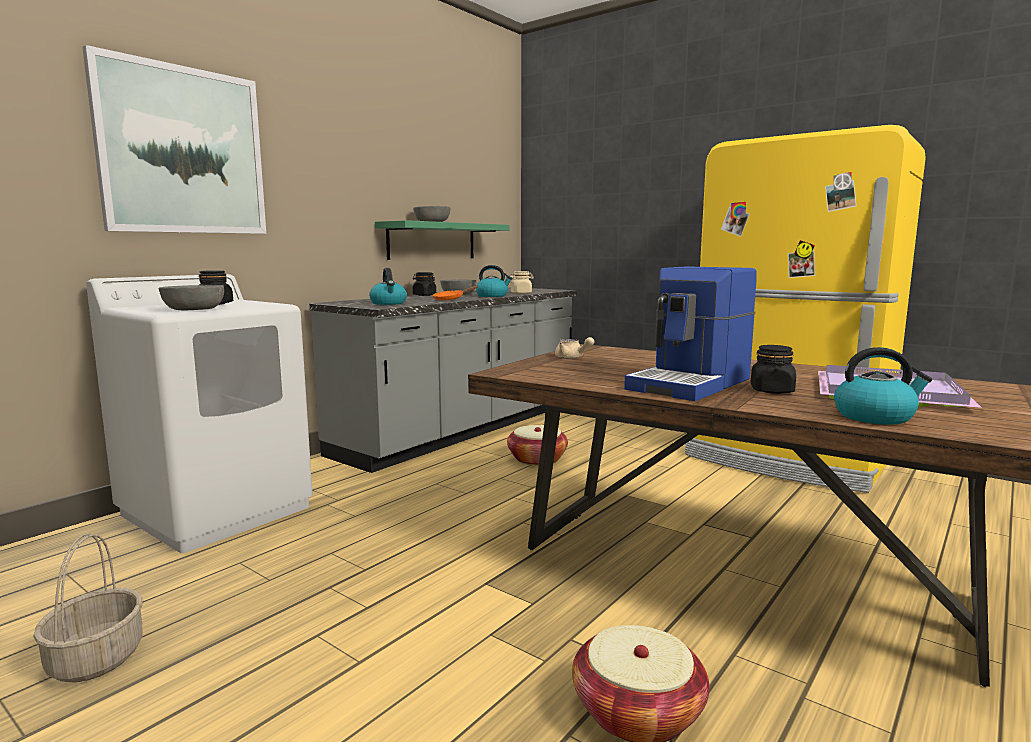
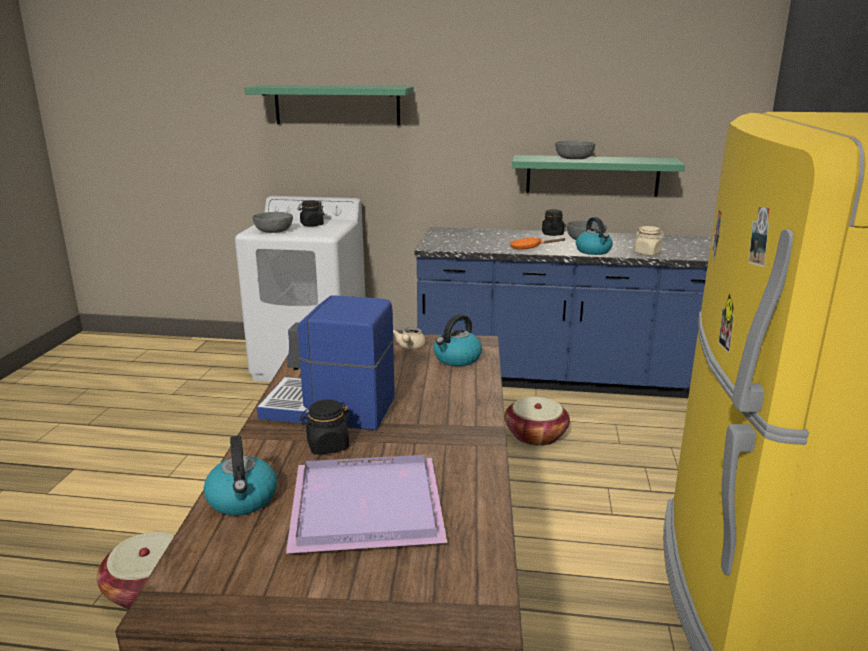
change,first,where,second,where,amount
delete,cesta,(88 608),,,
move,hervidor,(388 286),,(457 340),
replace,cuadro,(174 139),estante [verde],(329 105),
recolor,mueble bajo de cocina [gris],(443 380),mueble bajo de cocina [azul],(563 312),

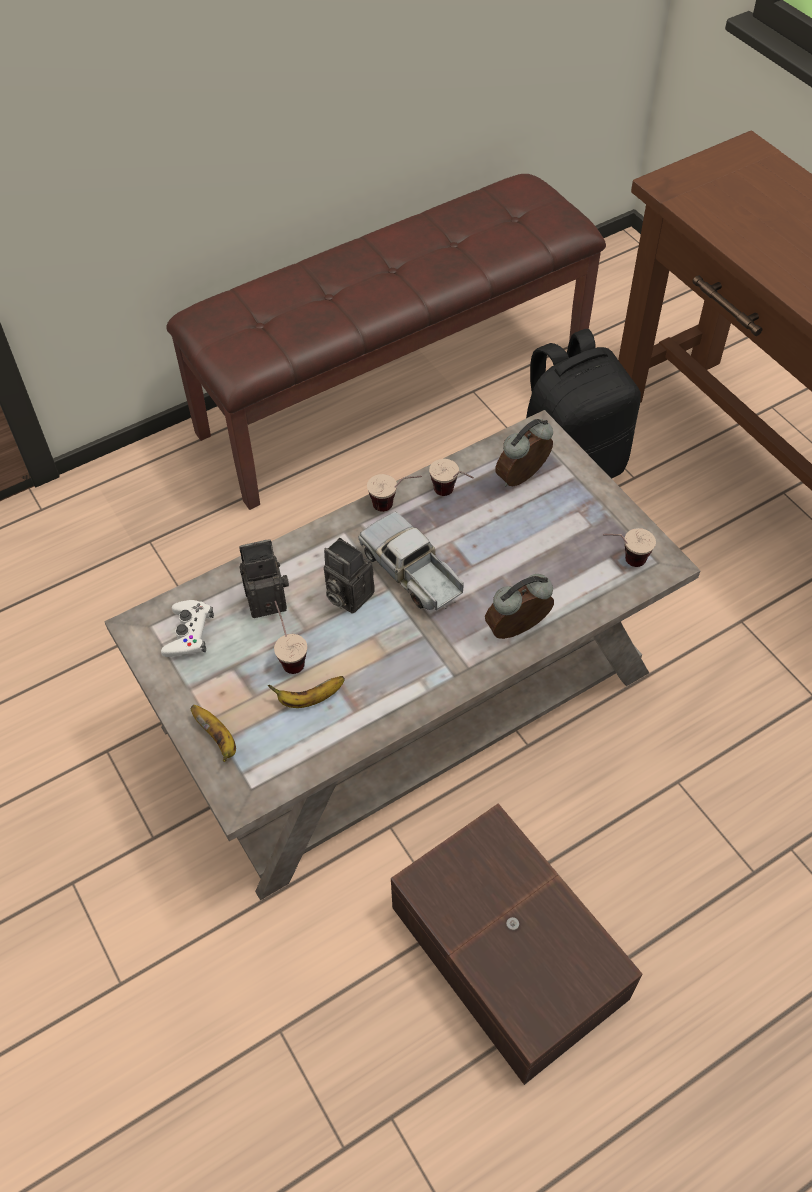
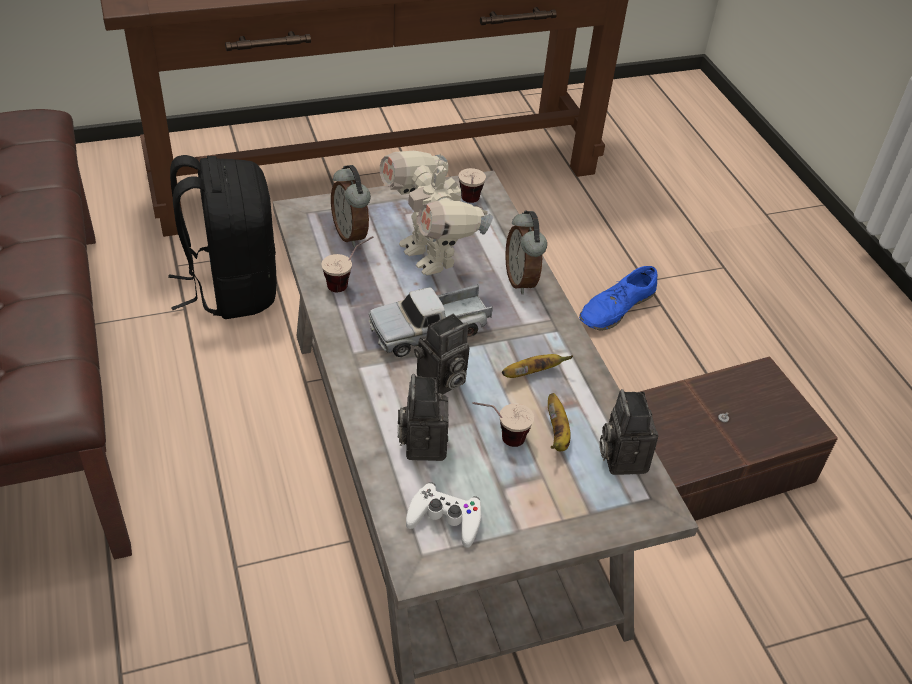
change,first,where,second,where,amount
delete,taza,(394 493),,,
insert,,,robot de juguete,(436 213),
insert,,,zapato [azul],(618 298),
insert,,,cámara,(628 432),
move,plátano,(213 733),,(537 366),

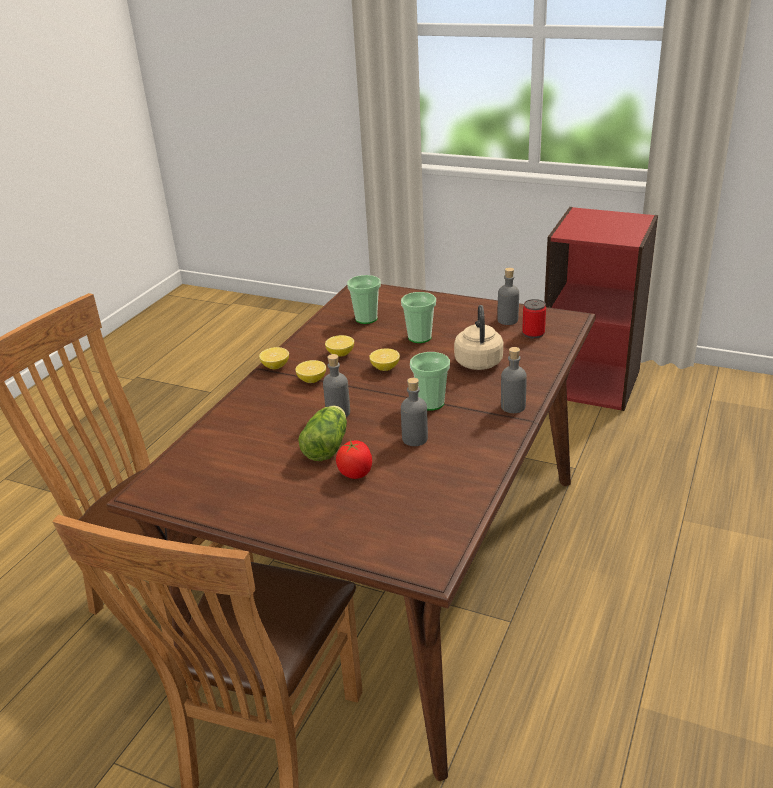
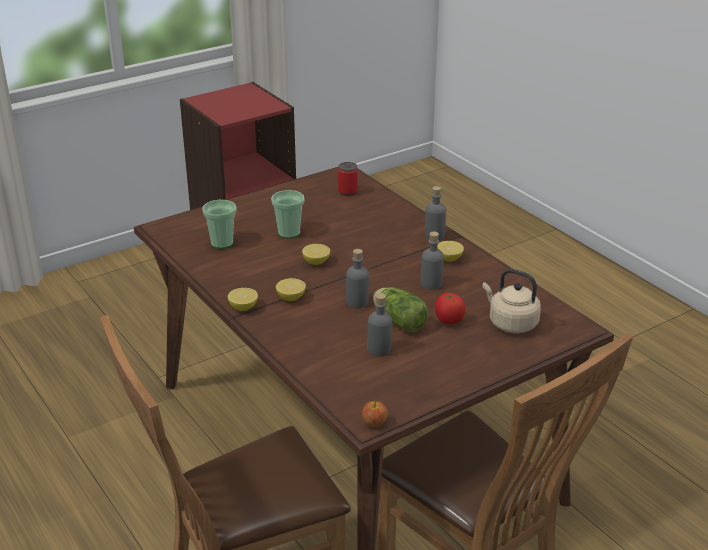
change,first,where,second,where,amount
delete,taza,(430 381),,,
insert,,,manzana,(375 413),
move,limón,(339 346),,(450 251),
move,hervidor [beis],(478 337),,(511 301),
move,botella [gris],(508 296),,(380 325),

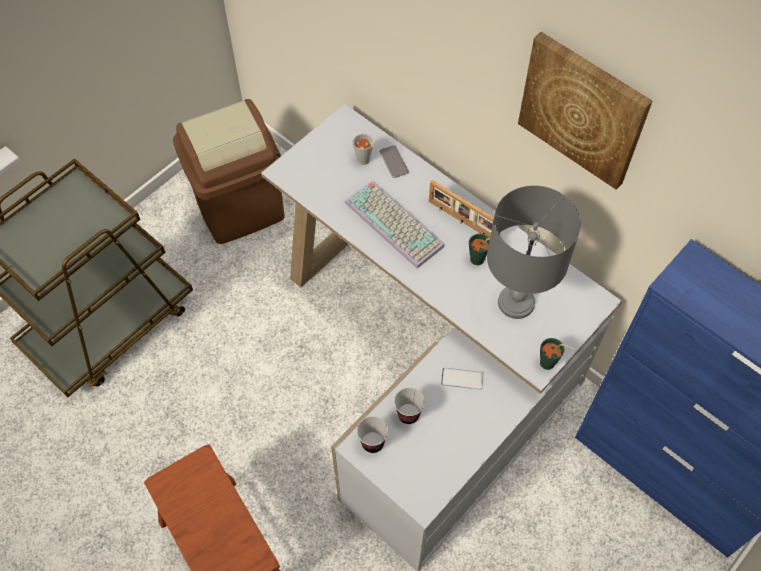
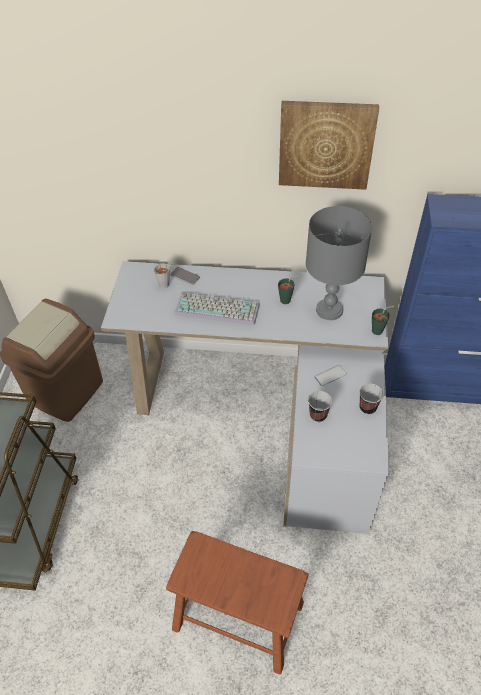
change,first,where,second,where,amount
delete,portarretratos,(465 209),,,
move,taza,(372 434),,(371 399),

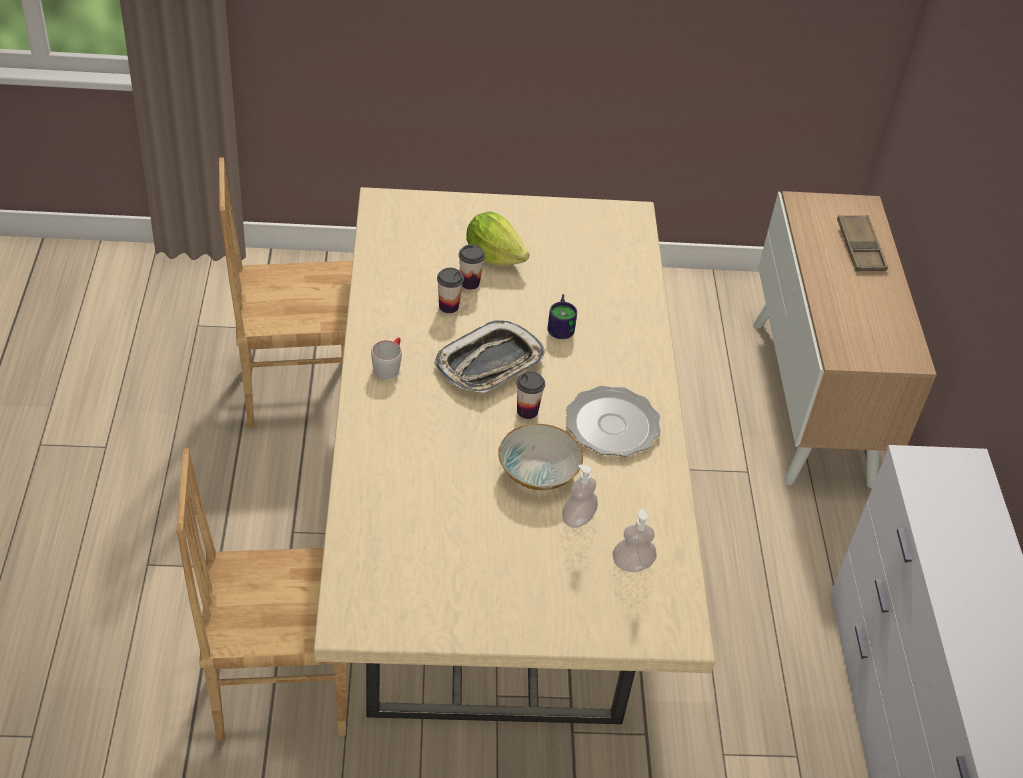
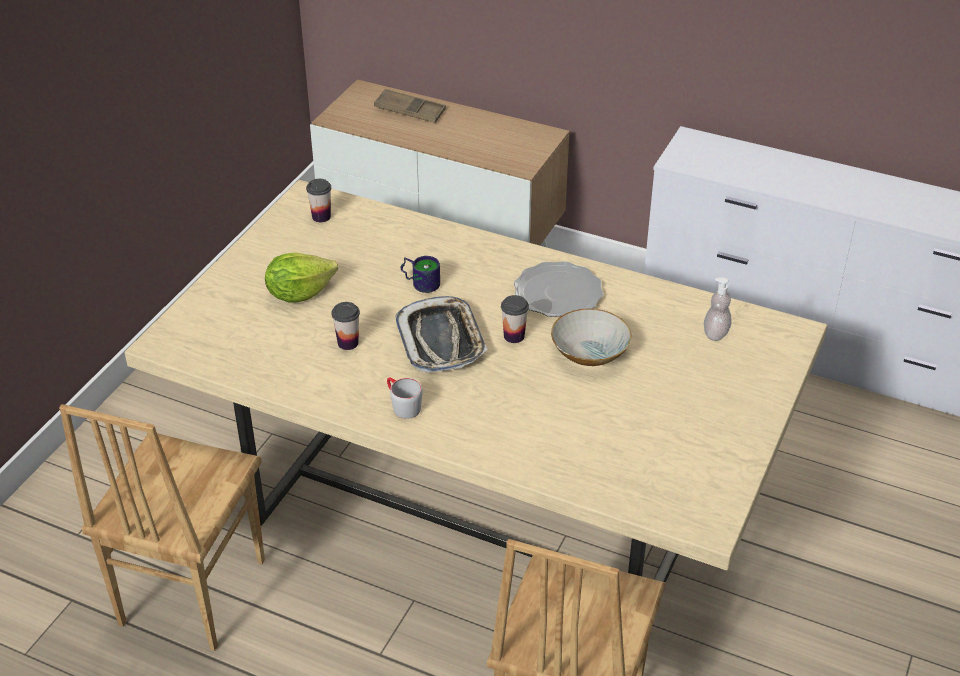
change,first,where,second,where,amount
delete,dispensador de jabón,(580 496),,,
move,taza,(472 267),,(318 200),

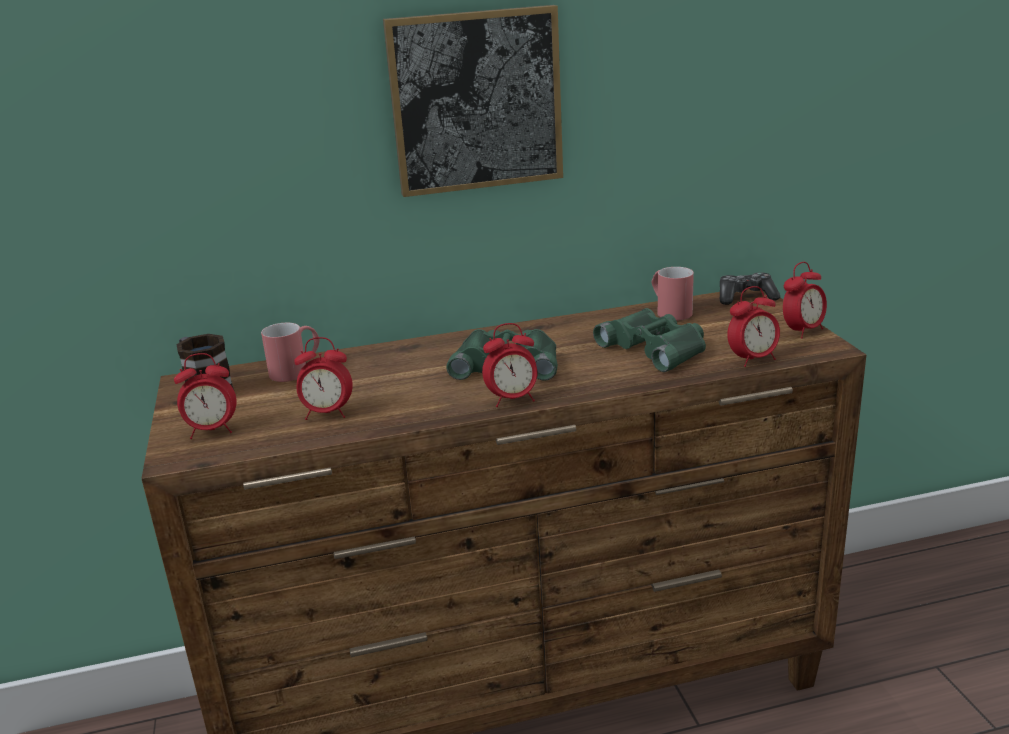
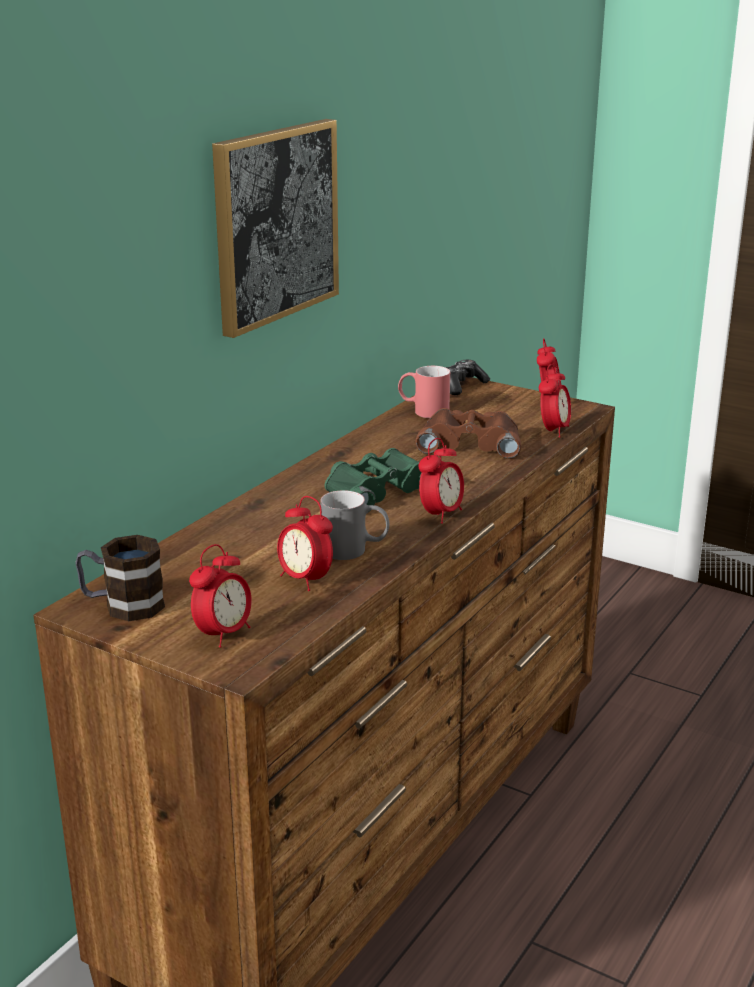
change,first,where,second,where,amount
delete,taza grande [rojo],(290 352),,,
insert,,,taza grande [gris],(354 525),
recolor,prismáticos [verde],(649 340),prismáticos [marrón],(468 433),
rotate,despertador,(323 378),,(305 543),90 degrees clockwise

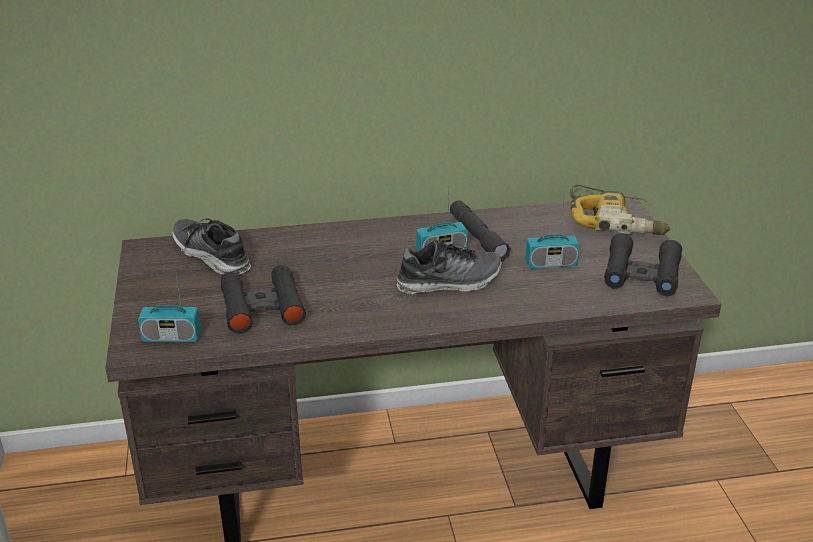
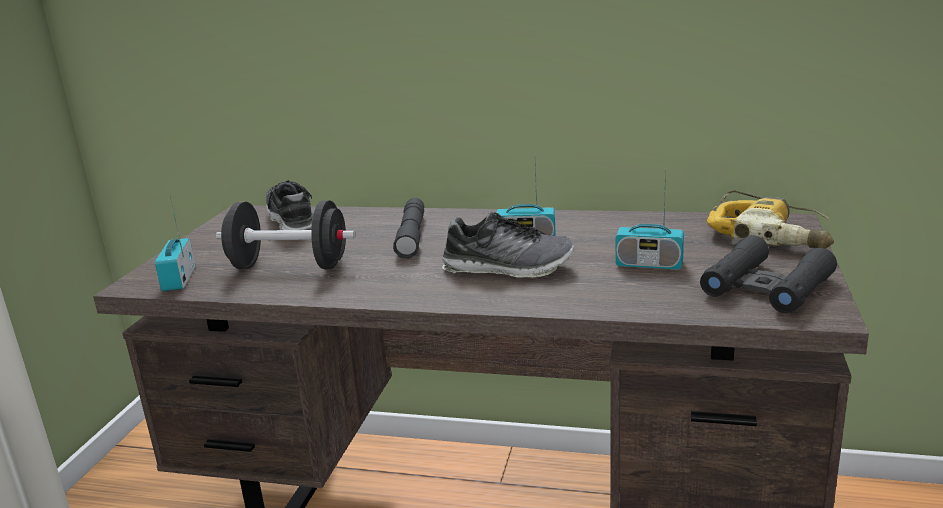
change,first,where,second,where,amount
move,linterna [gris],(480 231),,(408 228),
replace,prismáticos [negro],(263 299),mancuerna [negro],(285 234),
rotate,radio,(169 301),,(175 244),60 degrees clockwise

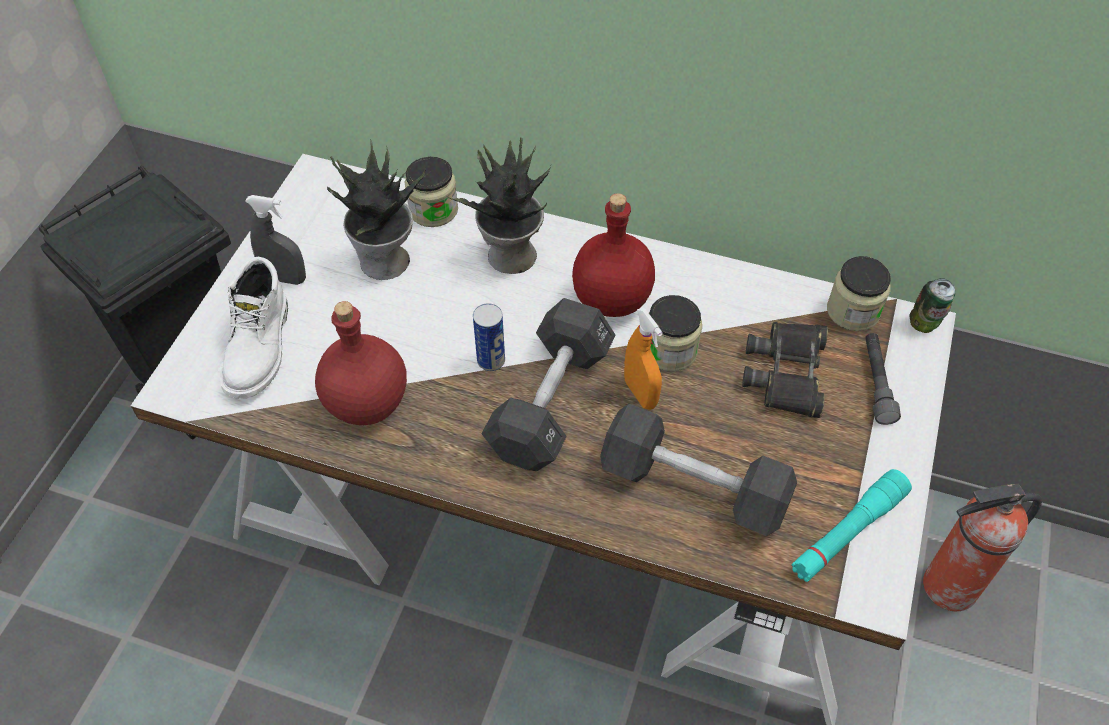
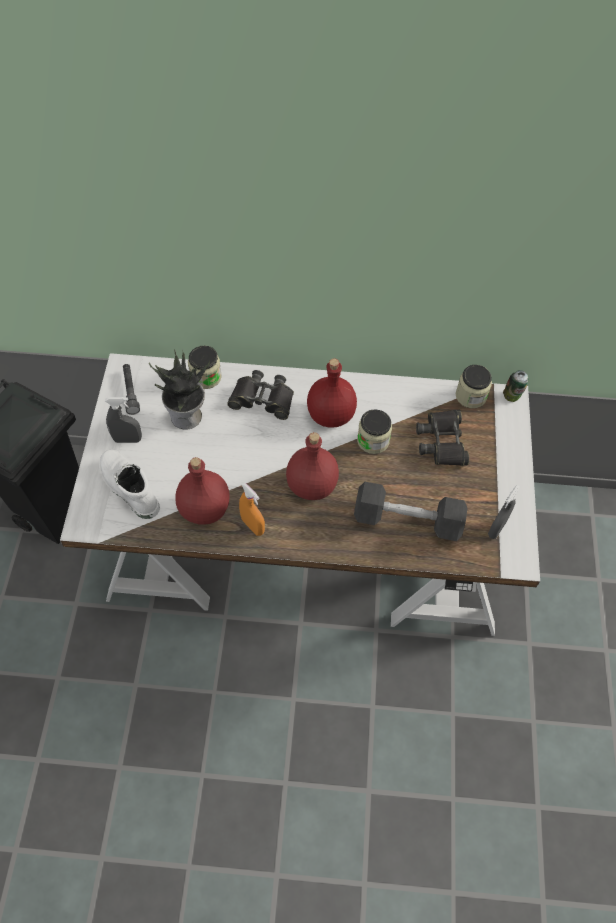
change,first,where,second,where,amount
delete,lata,(489 337),,,
delete,extintor,(982 547),,,
move,pulverizador [naranja],(643 358),,(252 509),
move,linterna [gris],(883 379),,(131 389),
replace,planta en maceta,(500 205),prismáticos [negro],(260 395),
replace,mancuerna [negro],(548 384),botella [rojo],(312 466),
replace,linterna [turquesa],(851 525),pulverizador [gris],(504 512),
rotate,bota [blanco],(254 328),,(129 484),150 degrees clockwise

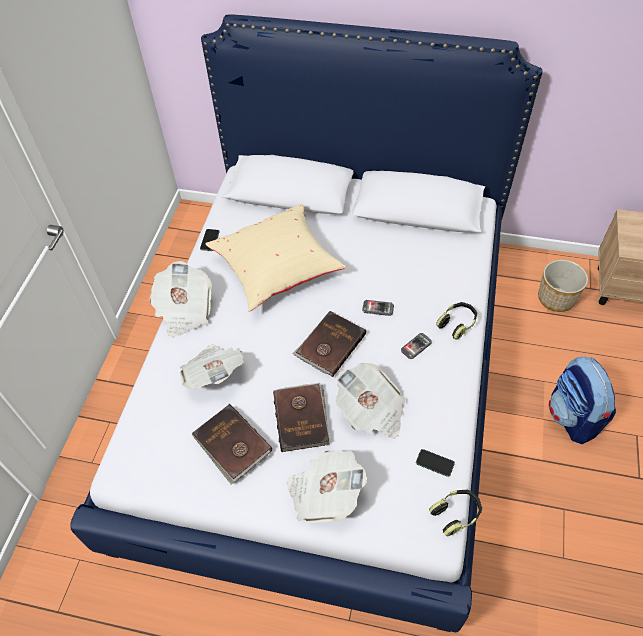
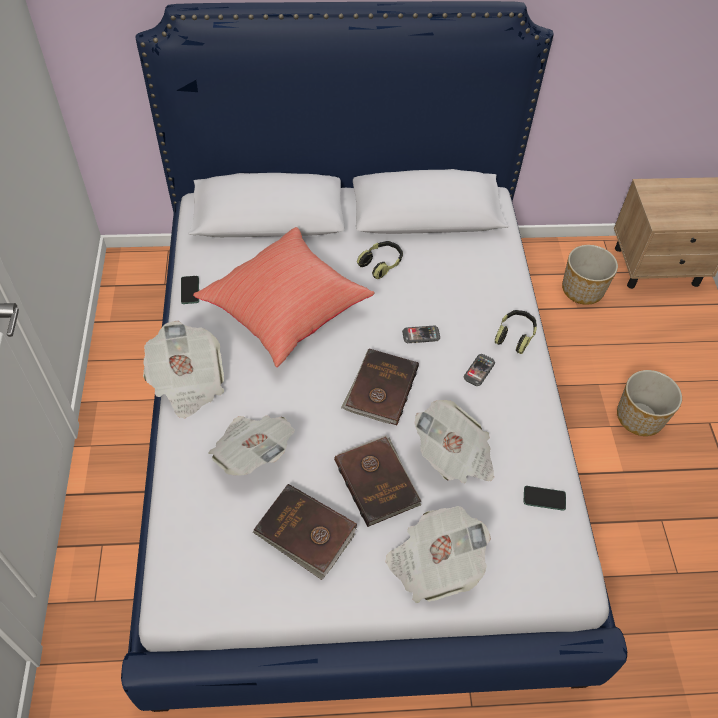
change,first,where,second,where,amount
move,auriculares,(455 513),,(380 260),
replace,mochila,(582 400),maceta,(649 403),
recolor,cojín [beis],(276 258),cojín [rojo],(283 297),

